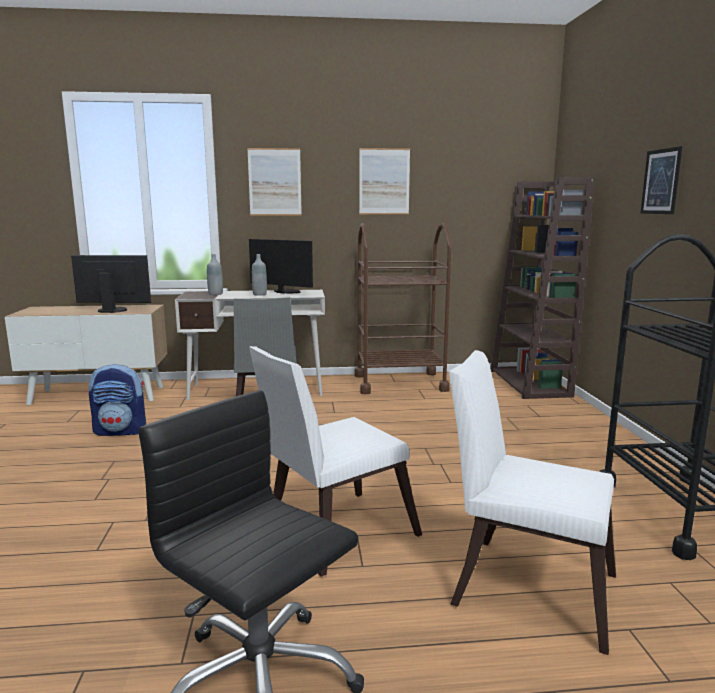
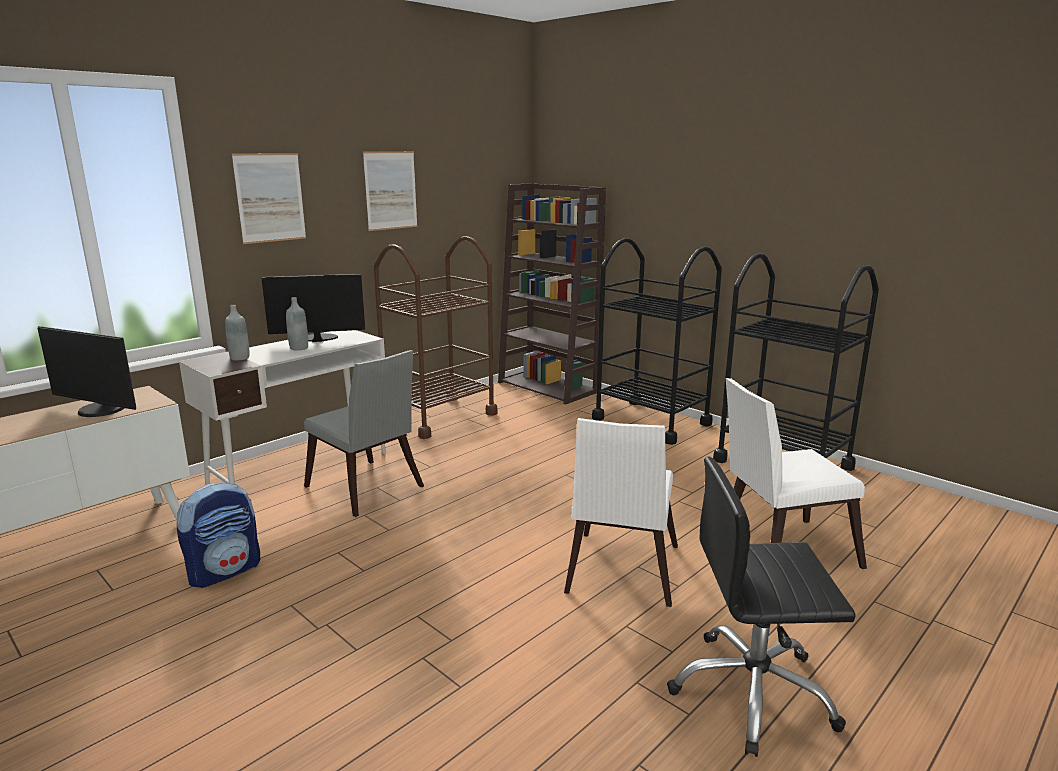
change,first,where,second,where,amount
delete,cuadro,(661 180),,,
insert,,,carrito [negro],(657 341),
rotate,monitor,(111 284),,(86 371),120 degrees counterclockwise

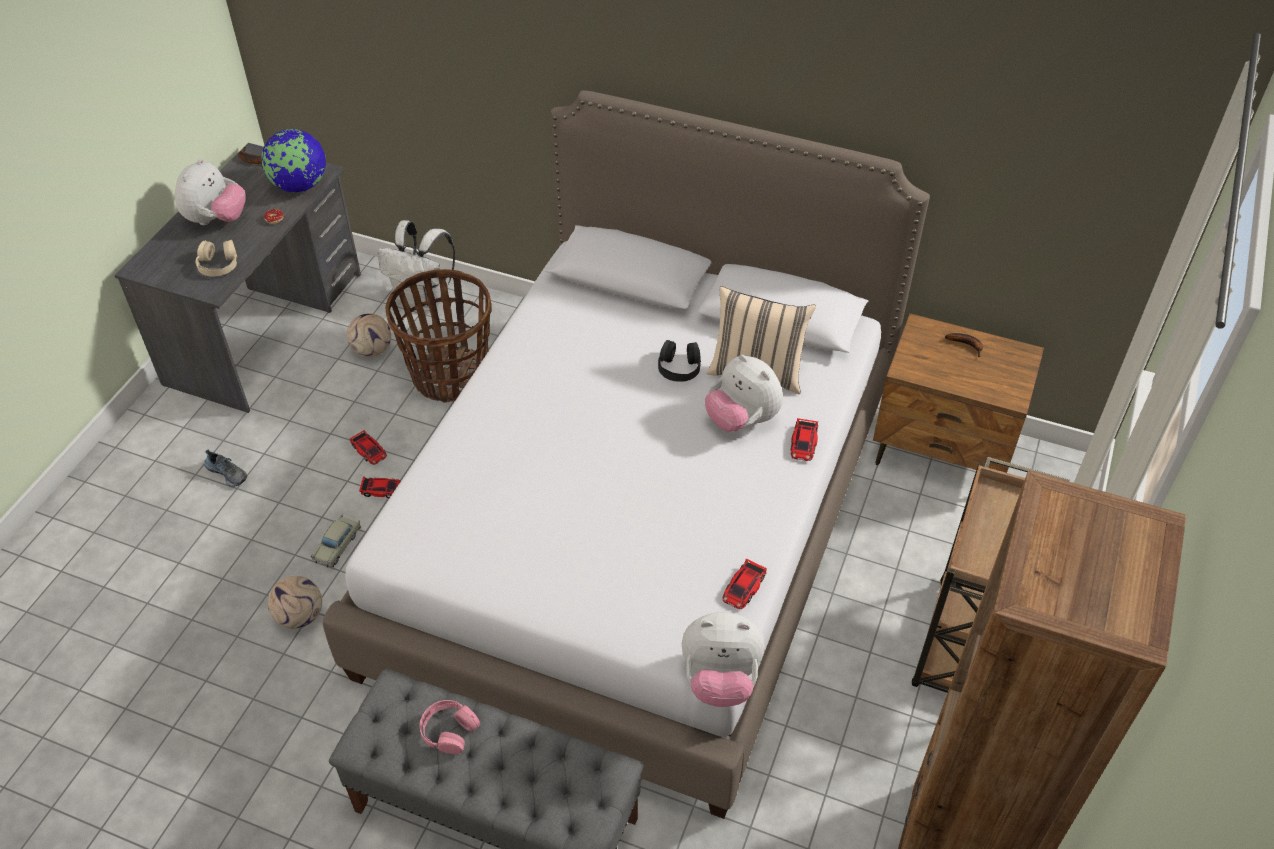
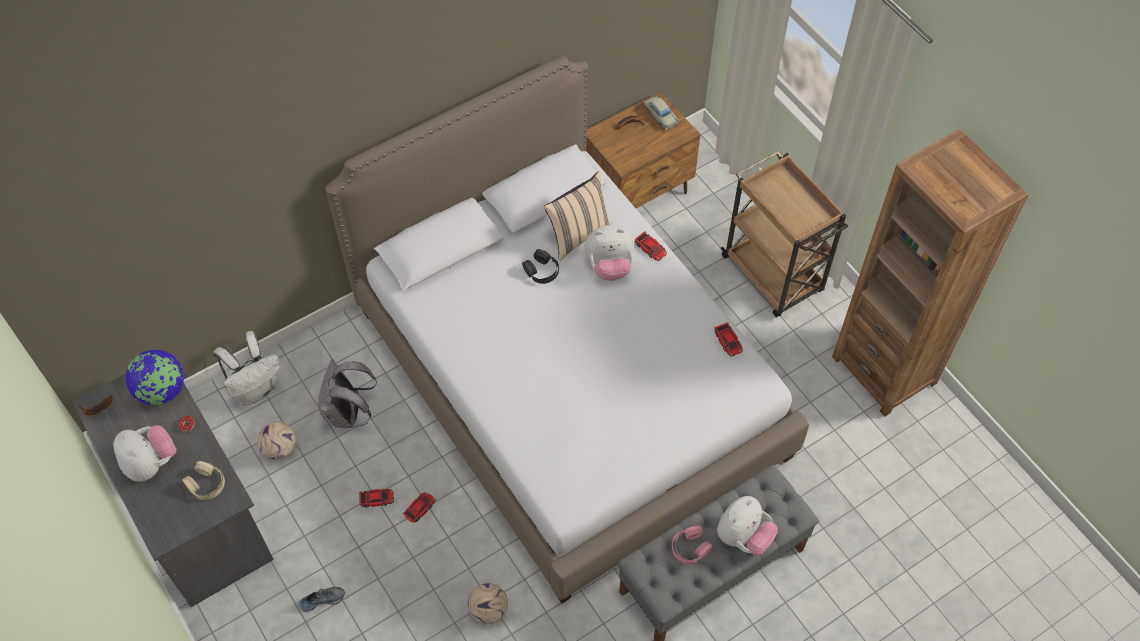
change,first,where,second,where,amount
move,coche de juguete [beis],(336 541),,(661 112),
move,peluche,(723 659),,(747 526),
replace,cesta,(438 336),mochila [gris],(347 393),

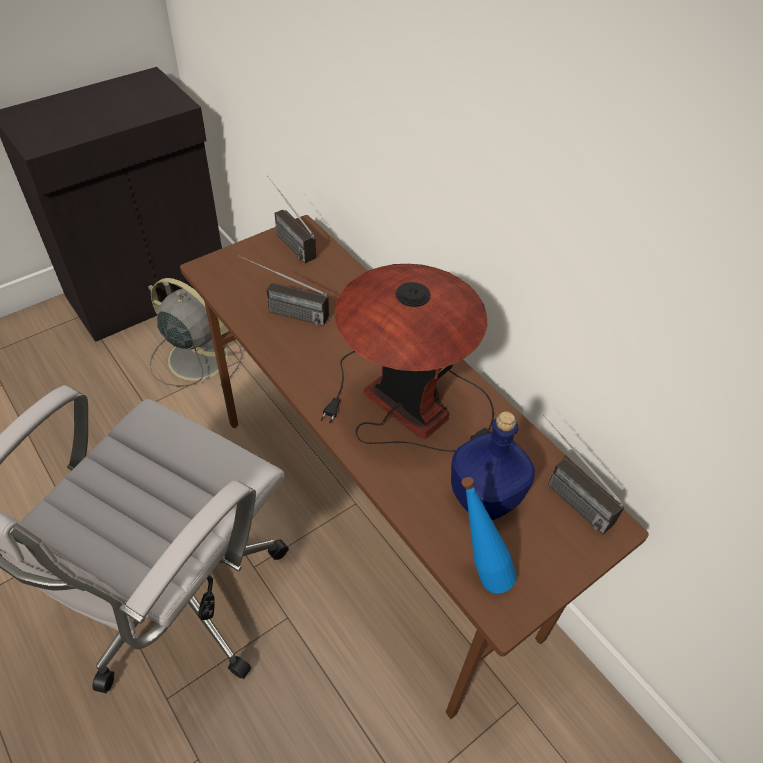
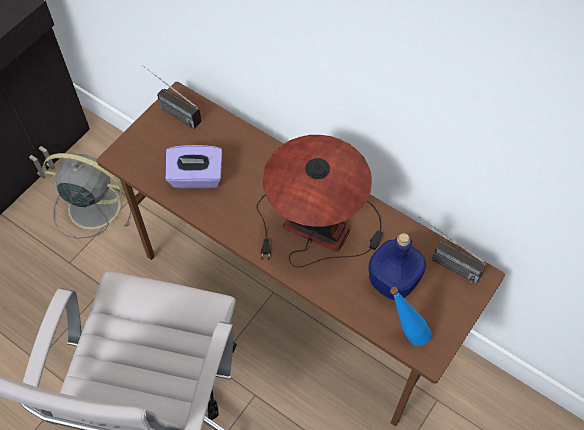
change,first,where,second,where,amount
replace,radio,(284 290),caja de pañuelos [morado],(193 166),

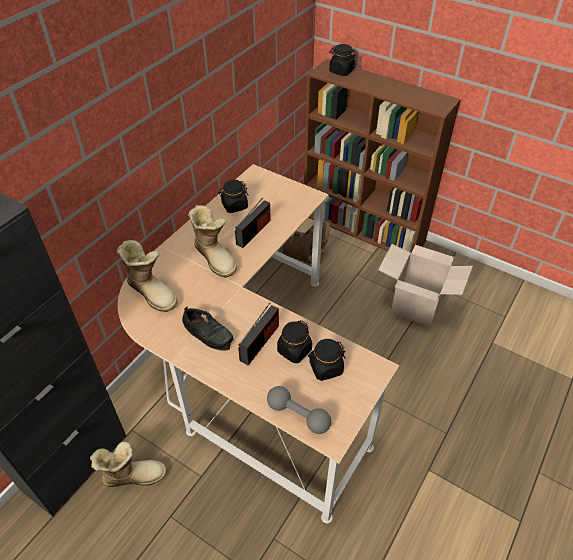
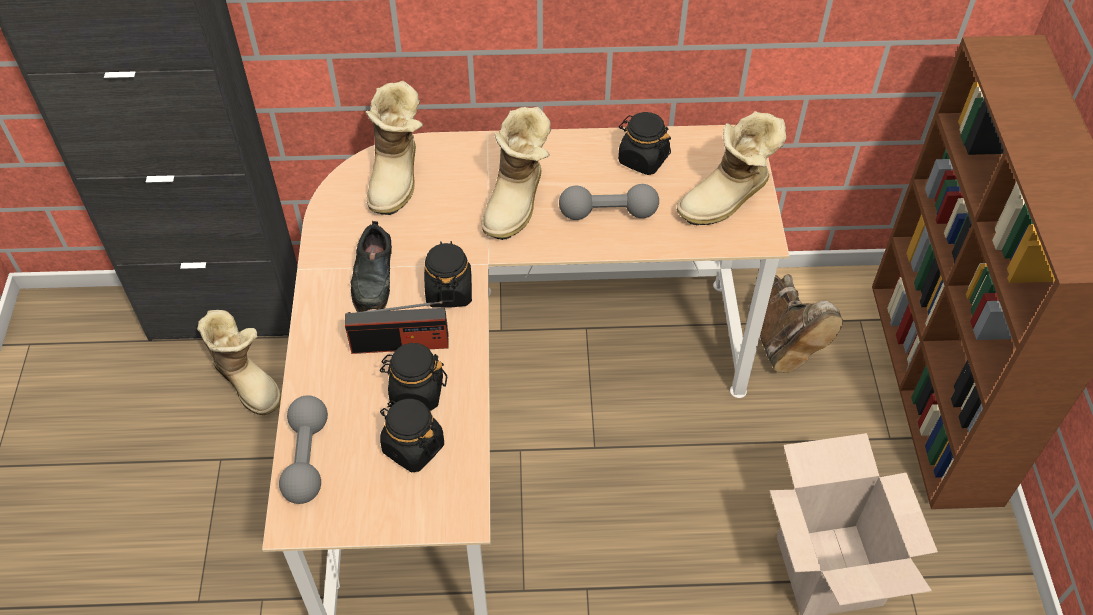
change,first,where,second,where,amount
insert,,,bota,(731 168),
move,tarro [negro],(342 60),,(448 274),
replace,radio,(253 222),mancuerna [gris],(609 202),

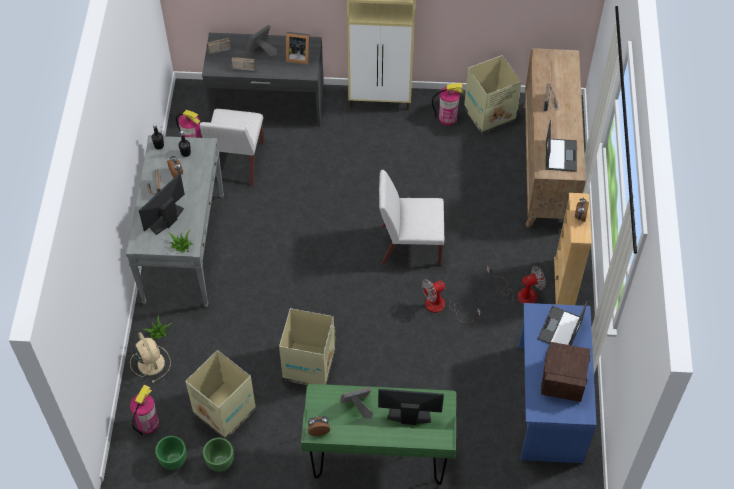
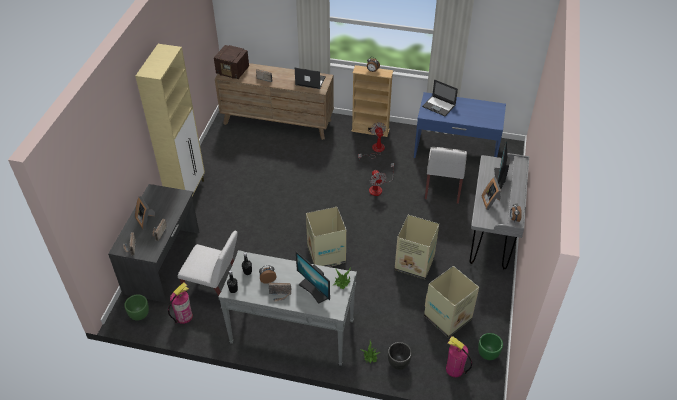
change,first,where,second,where,amount
delete,portarretratos,(298 48),,,
delete,extintor,(448 104),,,
move,maceta [verde],(218 455),,(136 307),
move,silla [blanco],(411 217),,(446 175),
move,caja de cartón,(492 94),,(326 237),
move,radio,(565 372),,(231 62),
replace,ventilador [beis],(150 357),maceta [negro],(400 356),
recolor,escritorio [verde],(378 434),escritorio [gris],(499 211),

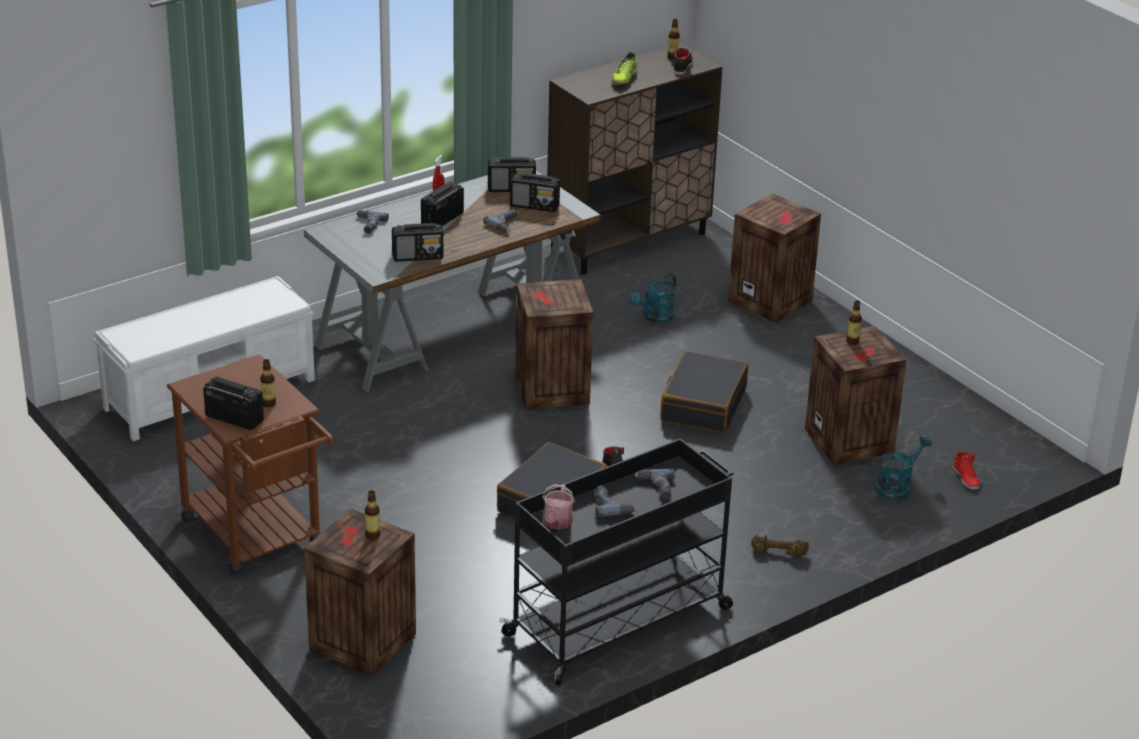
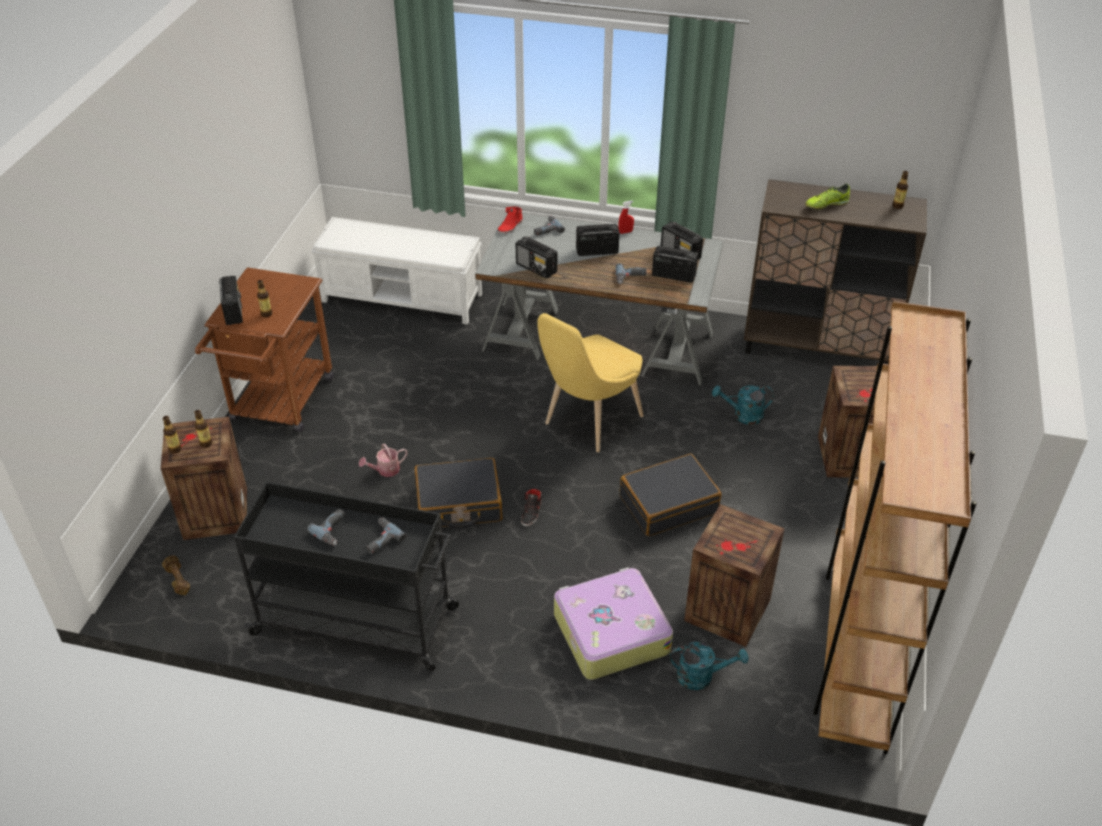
change,first,where,second,where,amount
delete,zapato [negro],(683 61),,,
insert,,,maleta,(613 623),
insert,,,estantería [marrón],(895 527),
move,regadera,(558 507),,(383 460),
move,mancuerna [marrón],(780 545),,(176 575),
move,botella,(854 323),,(172 435),
move,zapato [rojo],(966 471),,(510 220),
replace,caja de embalaje,(554 344),silla [amarillo],(590 382),
rotate,radio,(535 192),,(675 264),135 degrees clockwise

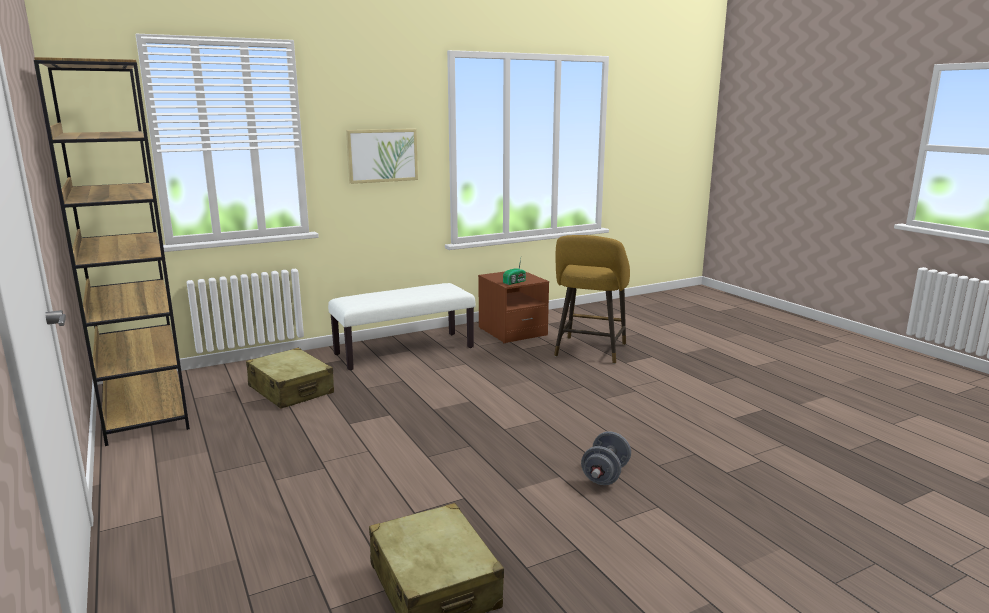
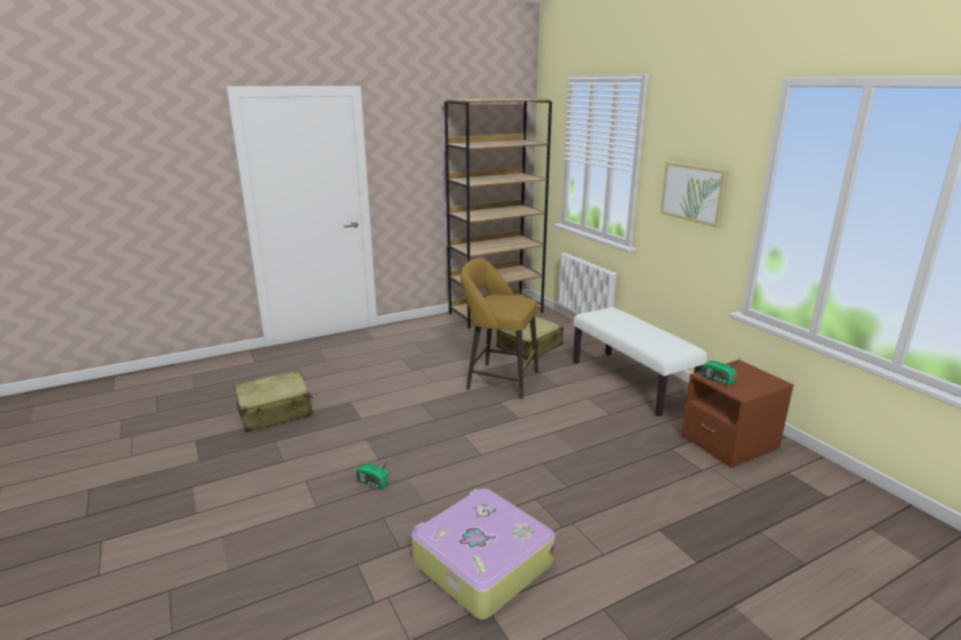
change,first,where,second,where,amount
insert,,,maleta,(483 554),
move,taburete [amarillo],(592 299),,(499 329),
replace,mancuerna [gris],(606 458),radio,(372 474),

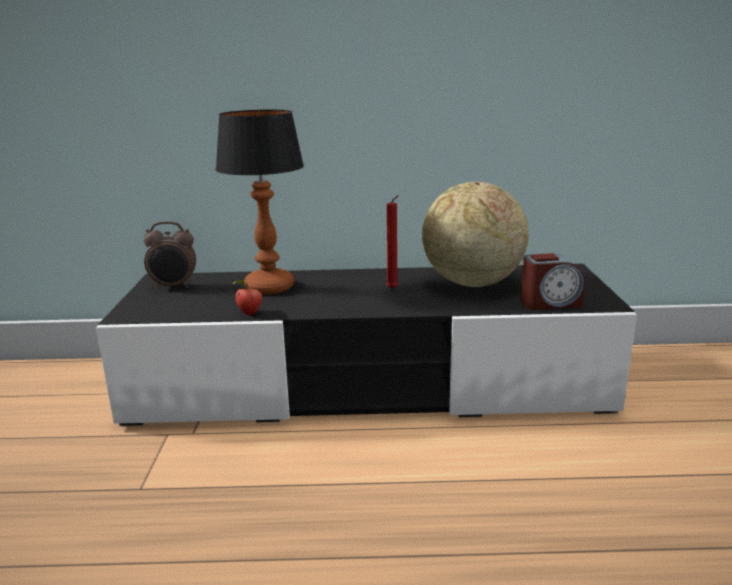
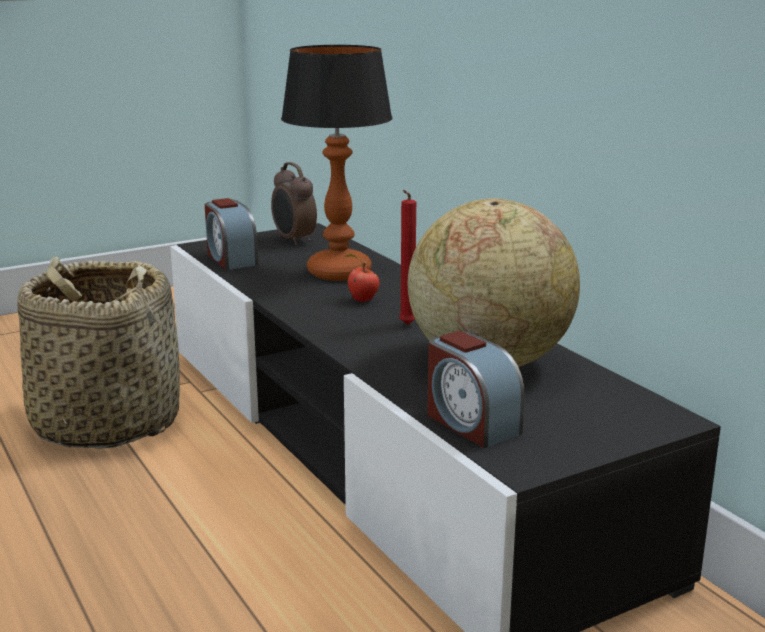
change,first,where,second,where,amount
insert,,,cesta,(98 352),
insert,,,despertador,(232 234),
move,manzana,(247 297),,(362 278),

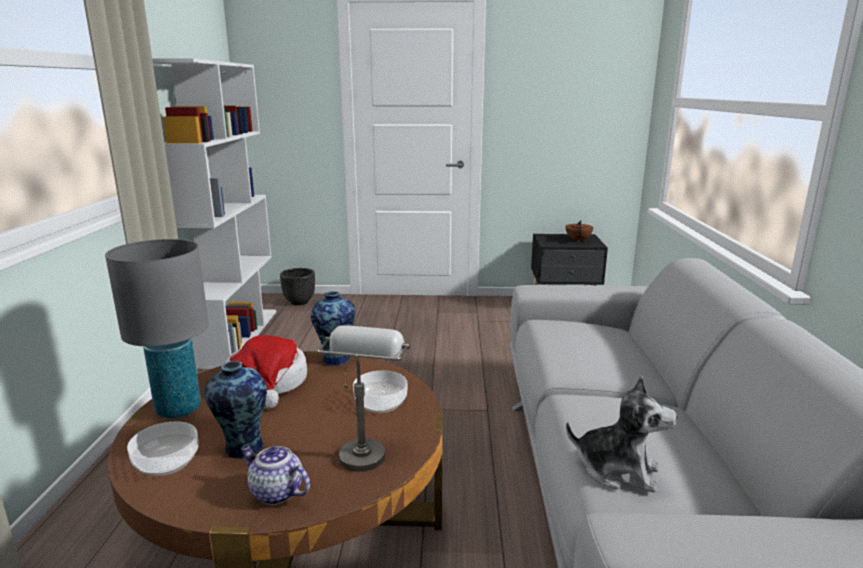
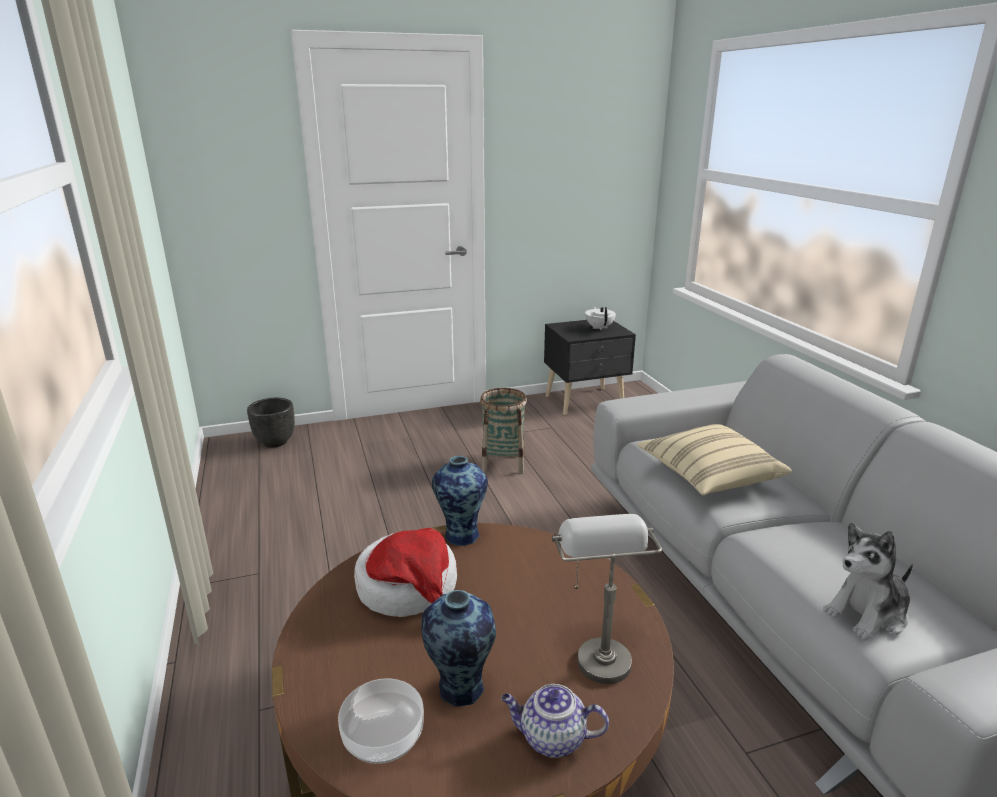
change,first,where,second,where,amount
delete,lámpara de mesa [gris],(157 329),,,
delete,estantería [blanco],(214 213),,,
delete,cuenco,(380 392),,,
insert,,,cesta,(503 431),
insert,,,cojín [beis],(714 459),
recolor,tetera [marrón],(579 231),tetera [blanco],(600 319),
rotate,peluche,(621 434),,(868 581),150 degrees clockwise

